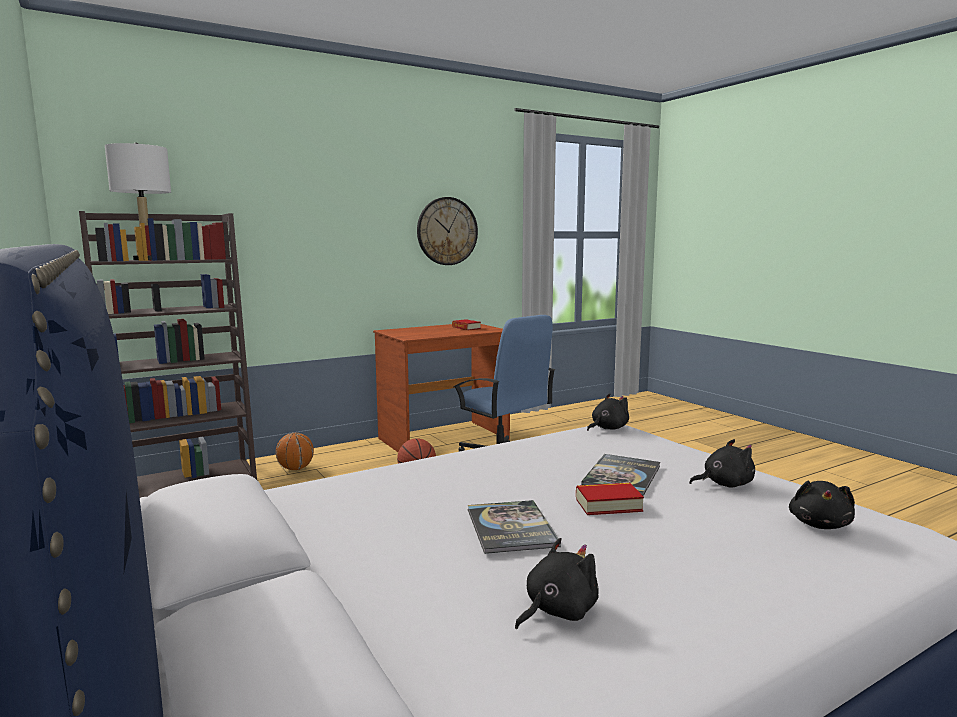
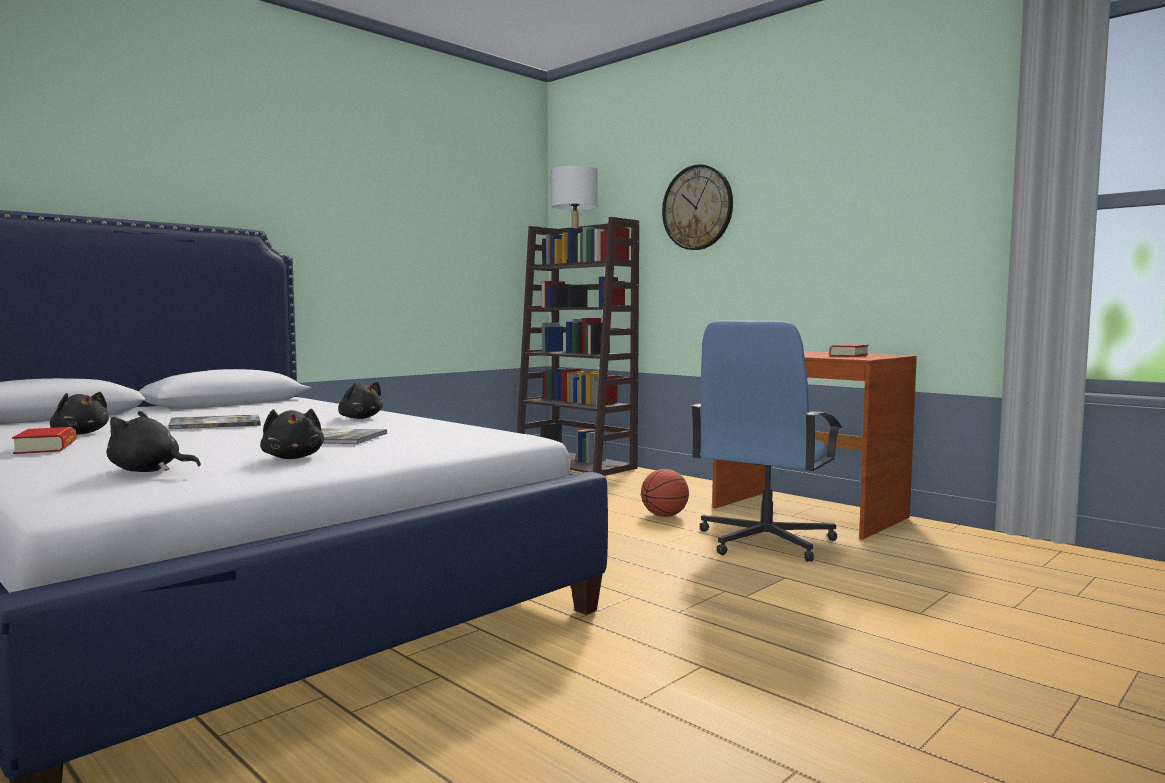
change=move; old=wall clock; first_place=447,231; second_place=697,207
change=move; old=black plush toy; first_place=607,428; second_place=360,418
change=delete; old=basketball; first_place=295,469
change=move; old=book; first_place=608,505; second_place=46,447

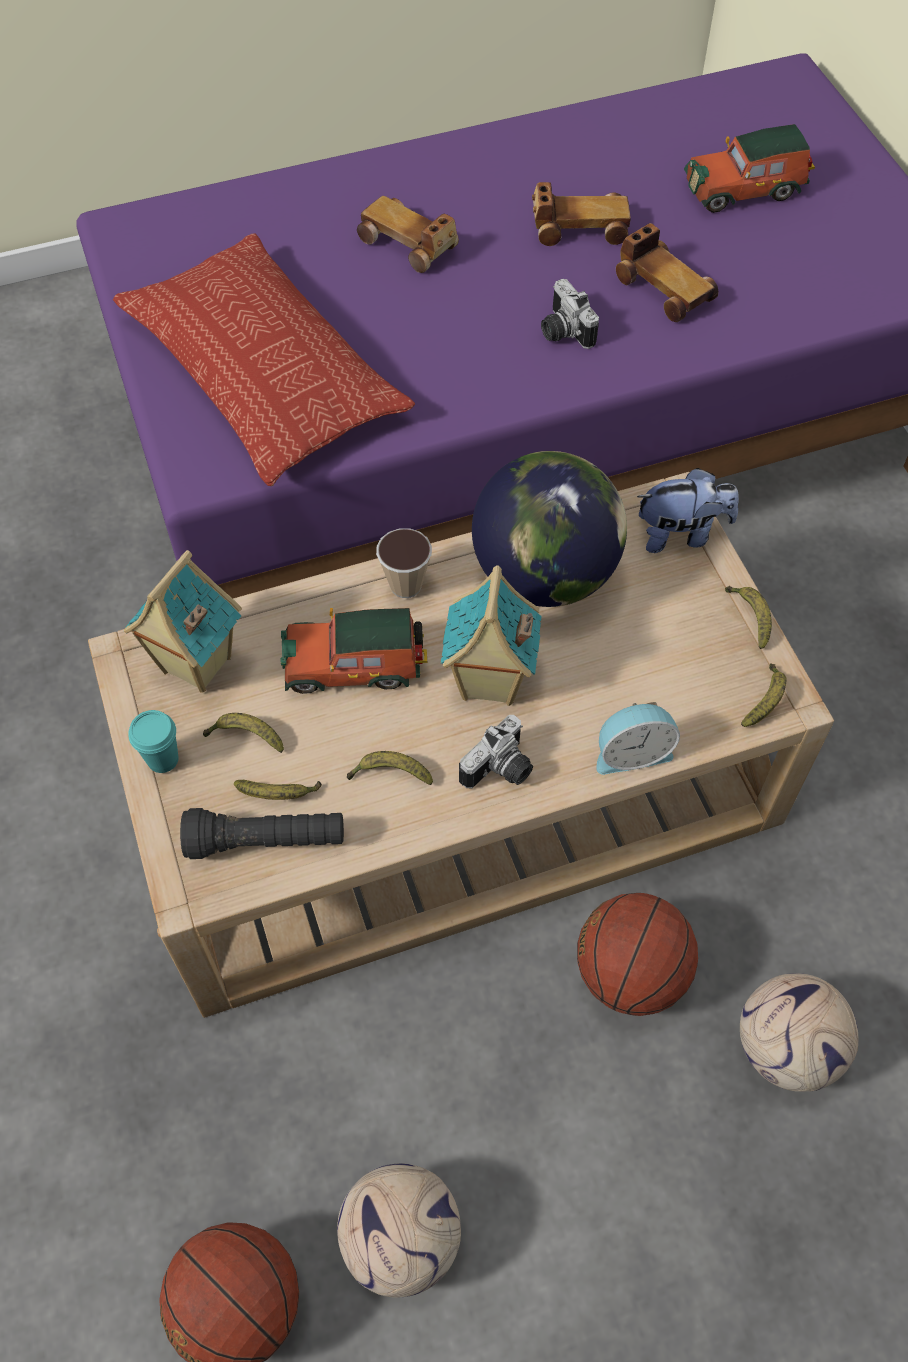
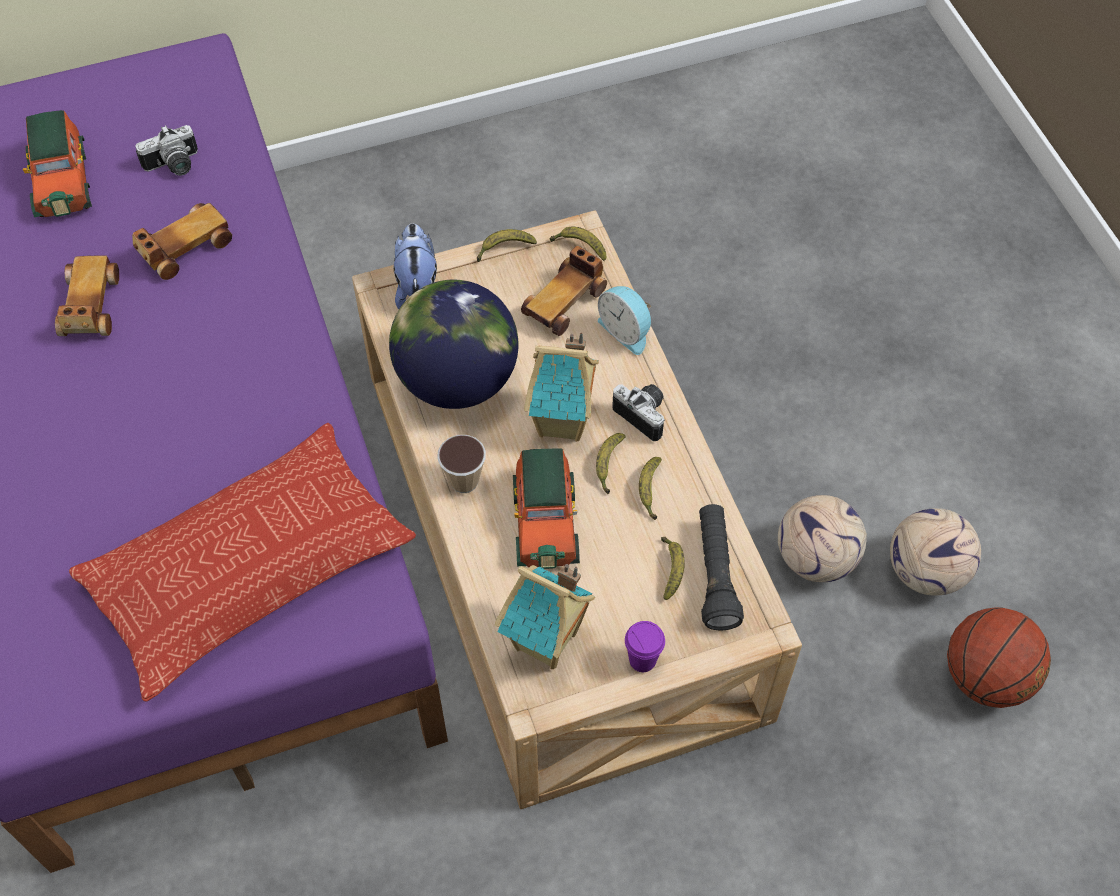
change=move; old=toy car; first_place=409,245; second_place=565,301
change=move; old=photo camera; first_place=562,331; second_place=174,166
change=rotate; old=alarm clock; first_place=631,752; second_place=626,330; degrees=150
change=recolor; old=turquoise cup; new=purple cup; first_place=162,759; second_place=642,660
change=move; old=banana; first_place=246,737; second_place=608,465
change=delete; old=basketball; first_place=630,973
change=move; old=football; first_place=788,1048; second_place=815,557

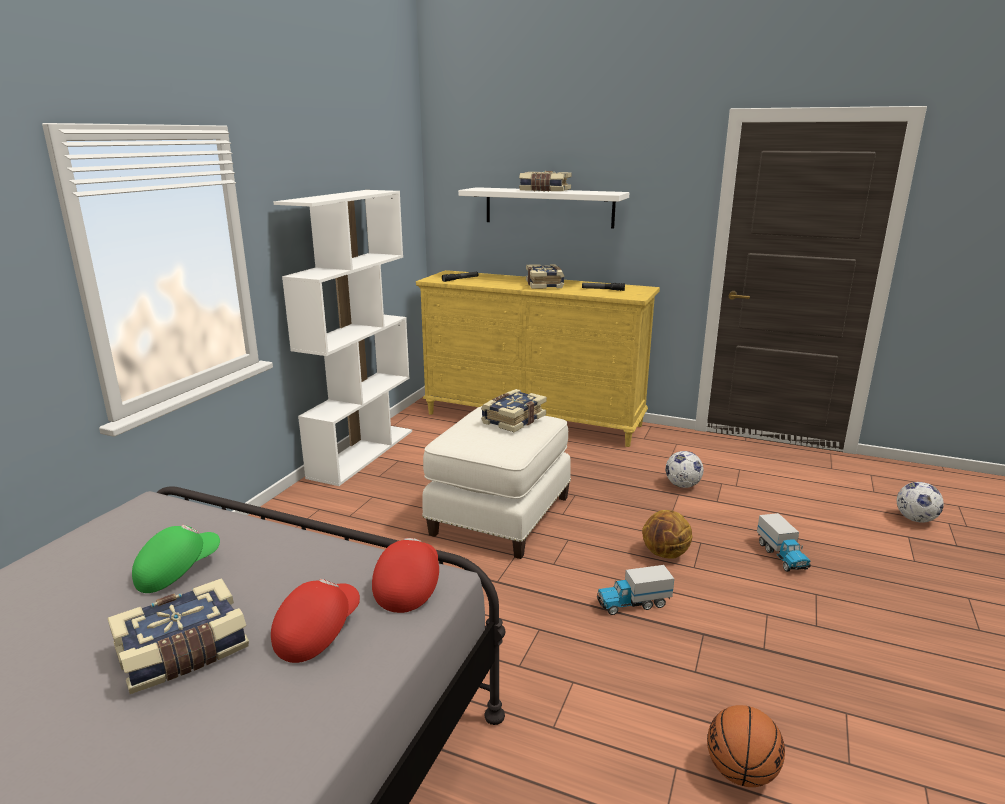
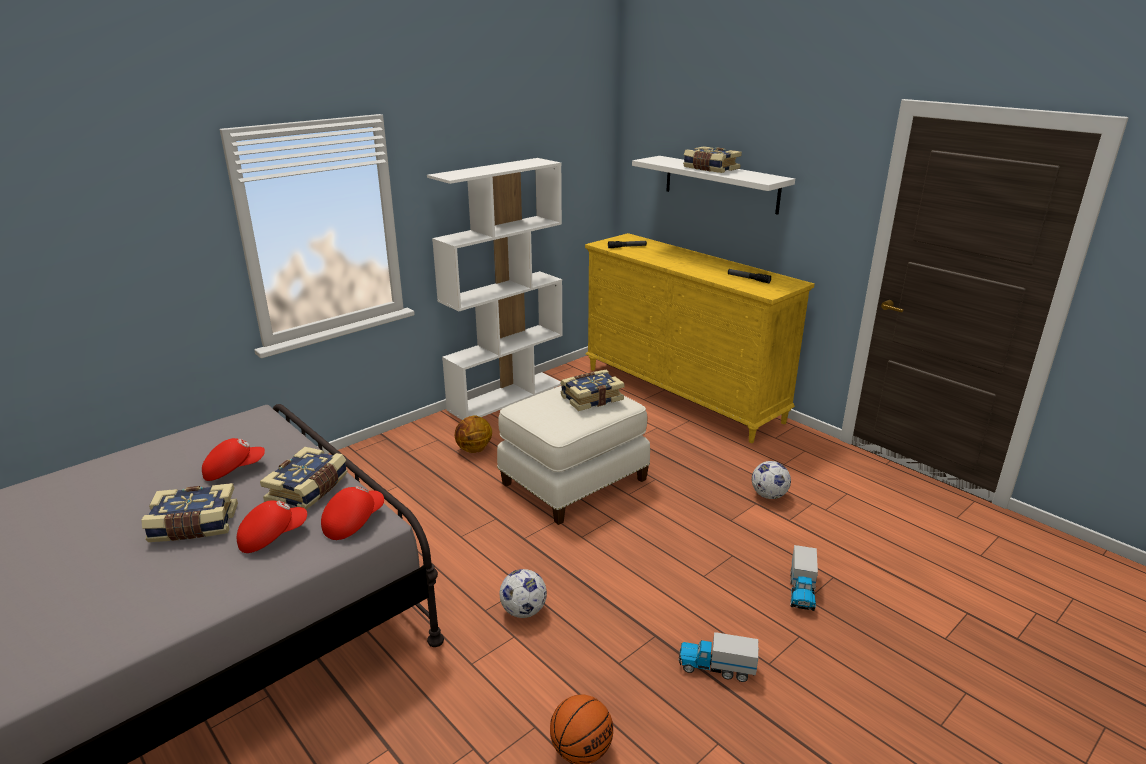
change=move; old=book; first_place=545,285; second_place=309,489
change=move; old=football; first_place=915,519; second_place=523,611
change=move; old=basketball; first_place=665,554; second_place=474,450
change=recolor; old=green cap; new=red cap; first_place=177,571; second_place=234,470
change=move; old=toy truck; first_place=633,603; second_place=716,667

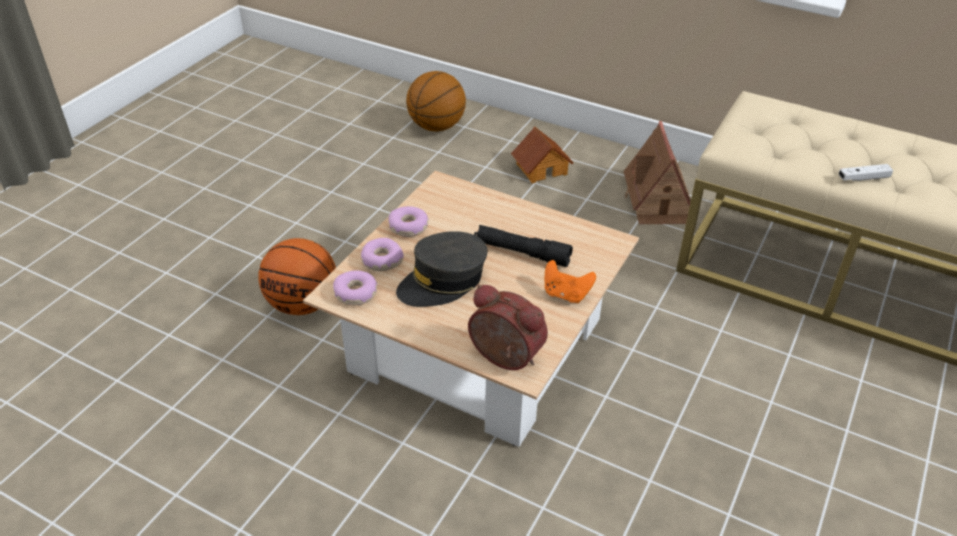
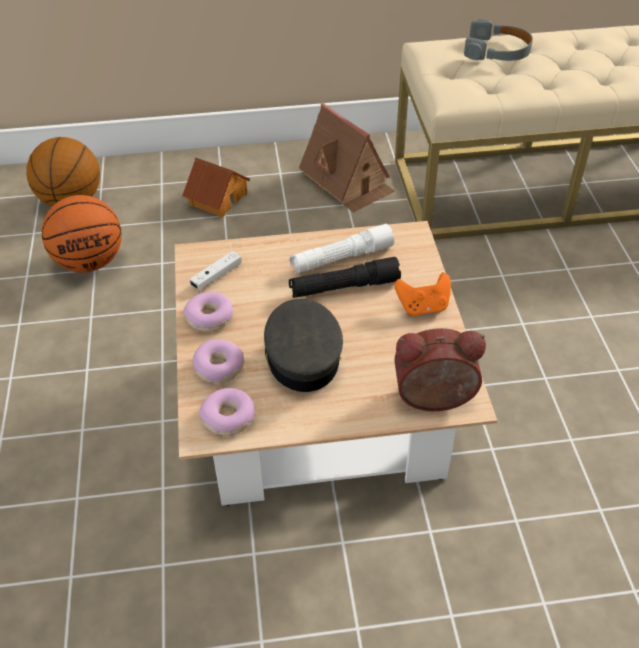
change=move; old=white game controller; first_place=863,178; second_place=216,276
change=rotate; old=grey cap; first_place=443,281; second_place=301,355; degrees=150
change=move; old=basketball; first_place=302,304; second_place=90,262
change=insert; new=grey headphones; second_place=497,51
change=insert; new=white flashlight; second_place=341,258

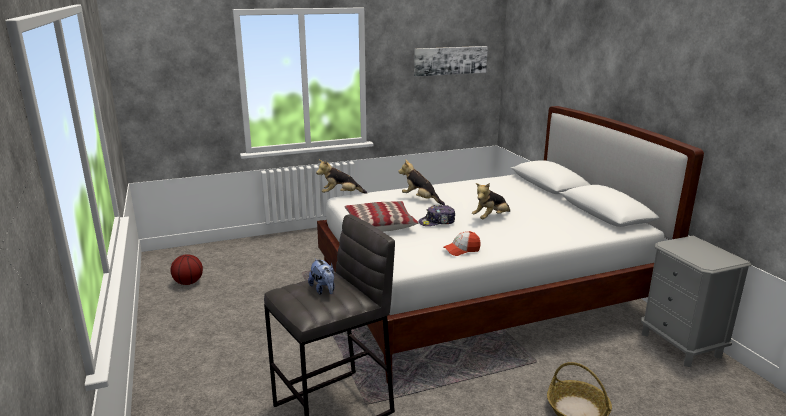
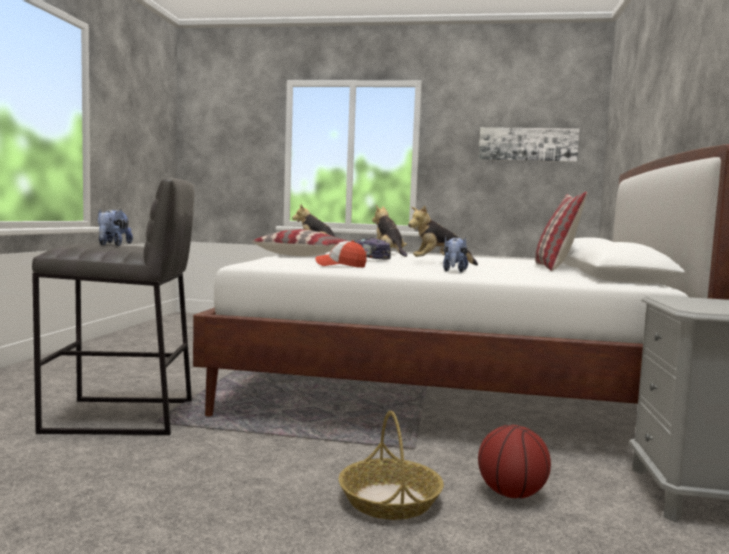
change=move; old=basketball; first_place=188,282; second_place=511,493
change=insert; new=pillow; second_place=554,268
change=insert; new=plush toy; second_place=454,271

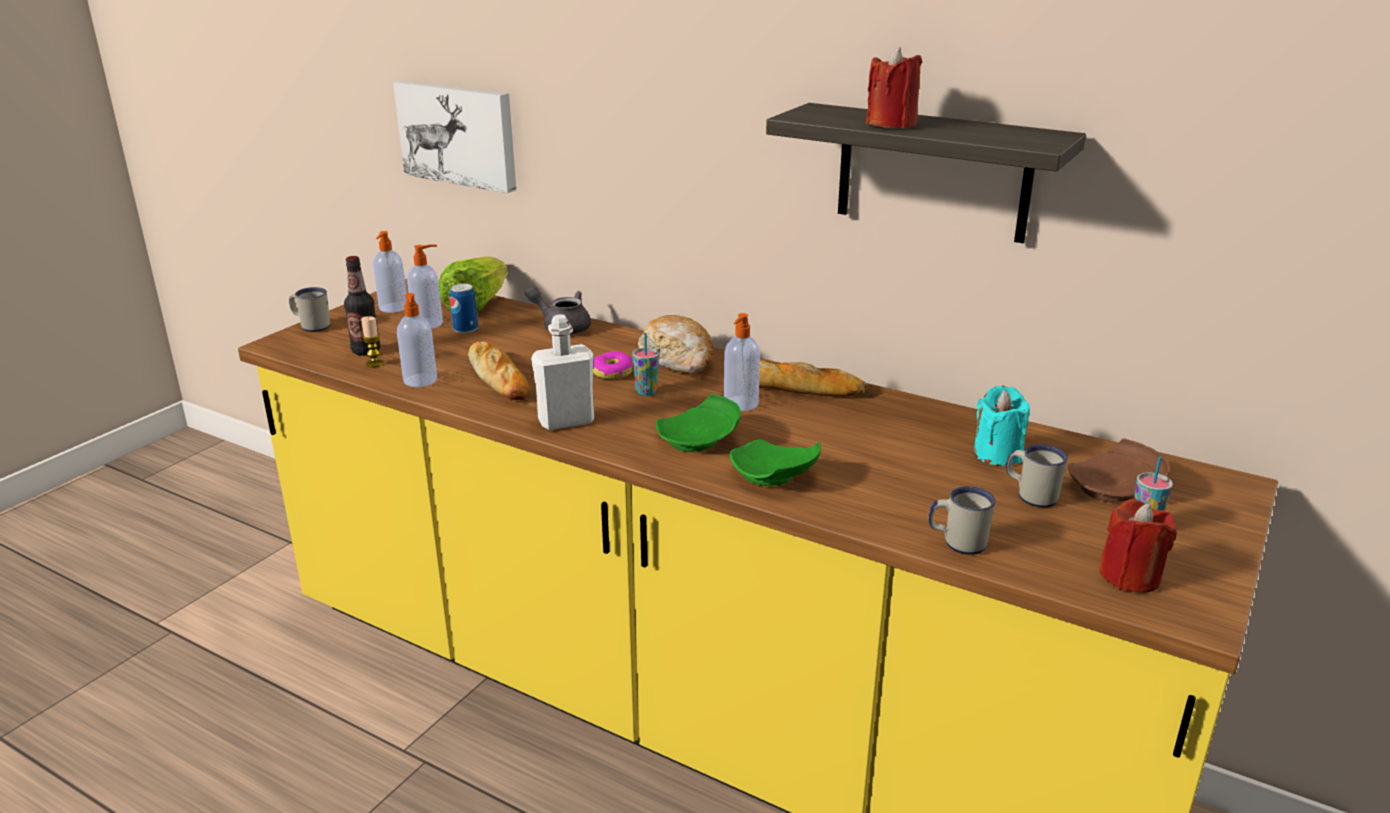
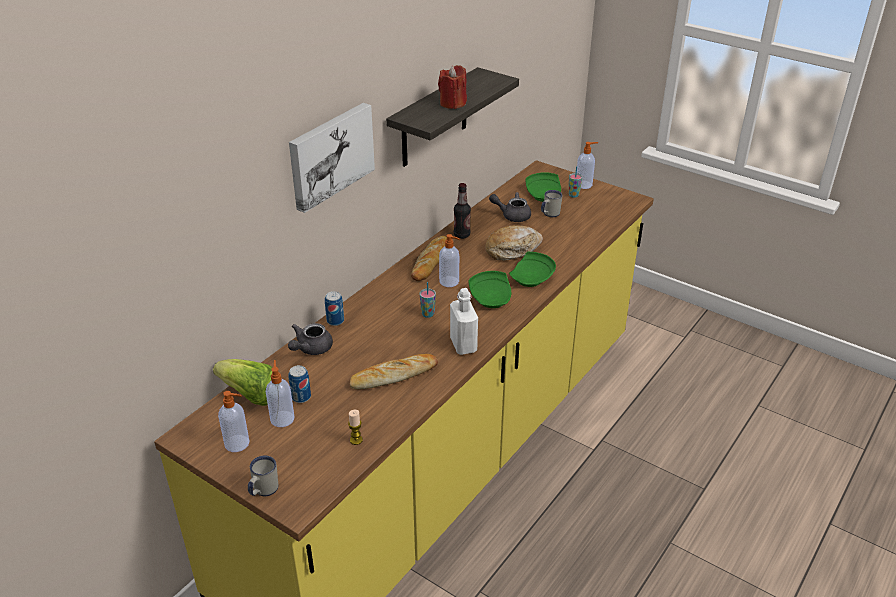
change=move; old=picture; first_place=459,134; second_place=330,155
change=move; old=bottle; first_place=366,351; second_place=461,235
change=move; old=soap dispenser; first_place=420,381; second_place=584,185
change=move; old=bread; first_place=678,359; second_place=513,249
change=delete; old=donut; first_place=612,372
change=replace; old=turquoise candle; new=grey teapot; first_place=997,454; second_place=512,215
change=recolor; old=brown plate; new=green plate; first_place=1115,489; second_place=544,195
change=delete; old=white mug; first_place=957,542
change=delete; old=red candle; first_place=1129,576
change=insert; new=can; second_place=335,321

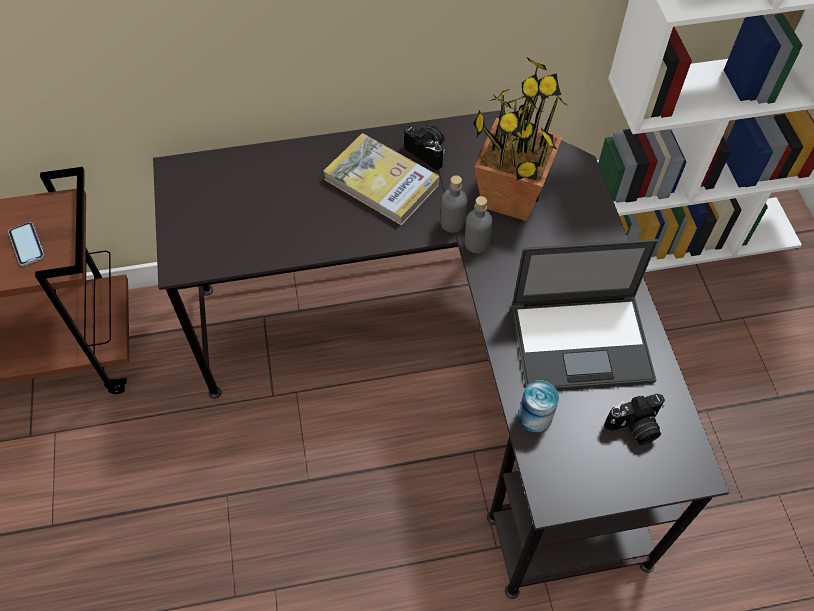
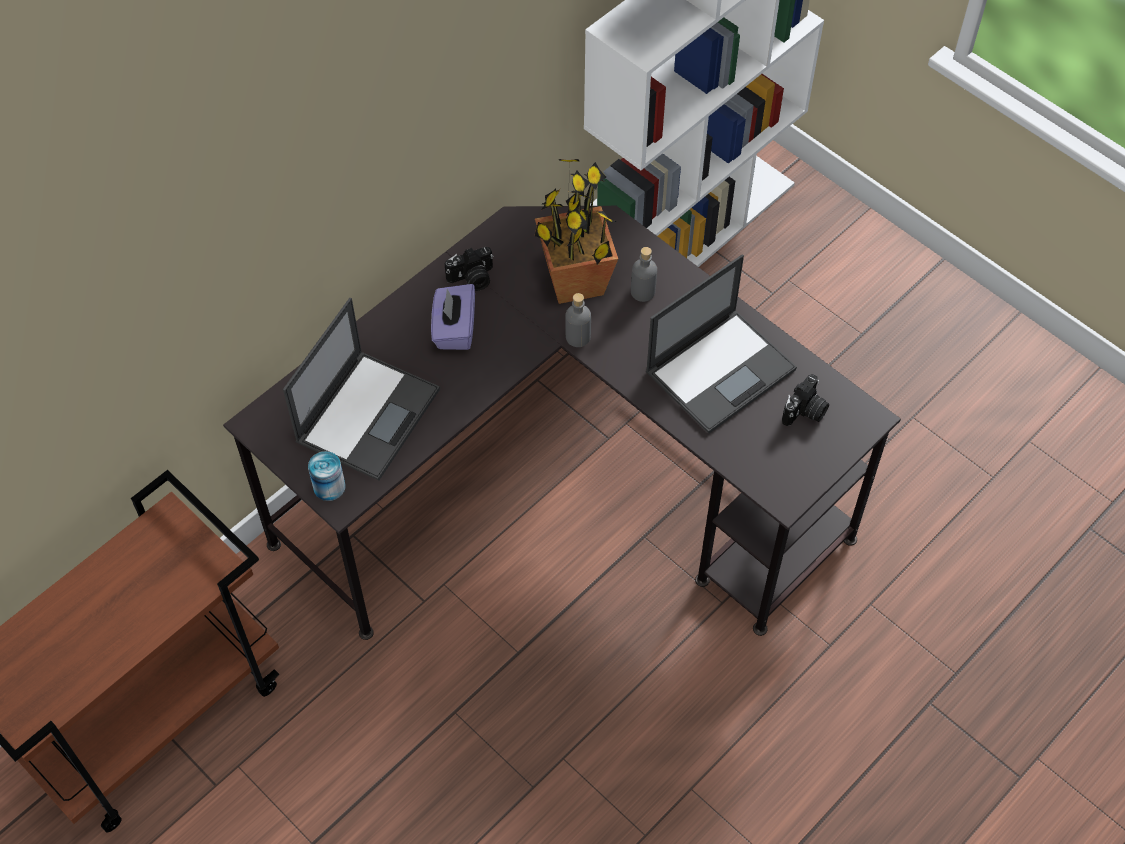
change=rotate; old=photo camera; first_place=428,151; second_place=472,279; degrees=150
change=replace; old=book; new=purple tissue box; first_place=381,182; second_place=454,329
change=move; old=grey bottle; first_place=452,223; second_place=643,292
change=delete; old=phone; first_place=27,245
change=move; old=can; first_place=535,416; second_place=329,487
change=insert; new=laptop; second_place=368,414

